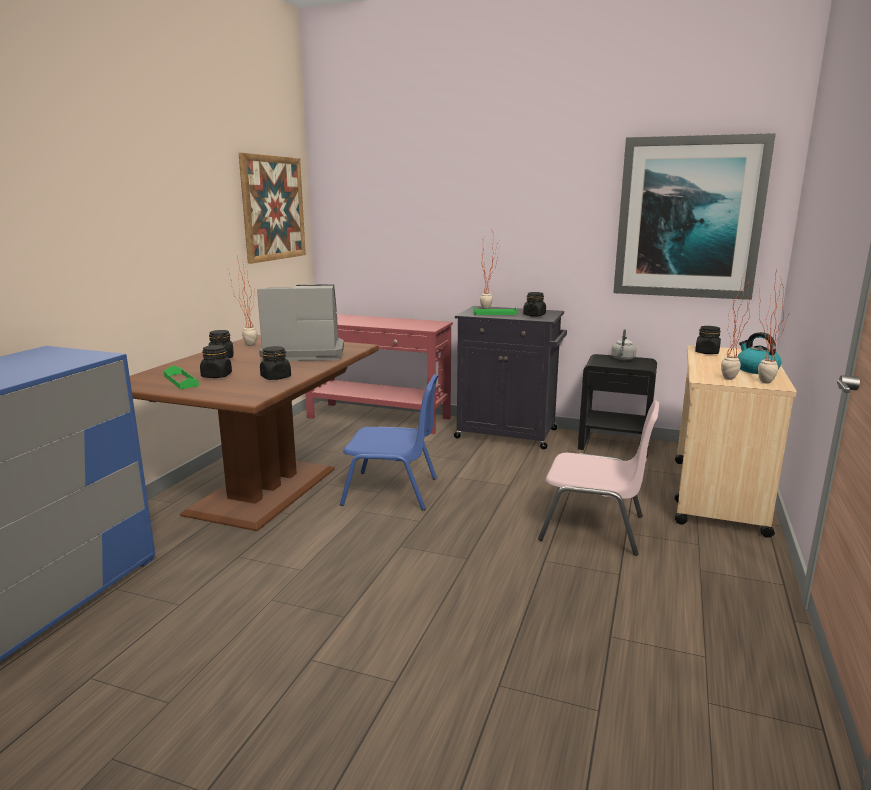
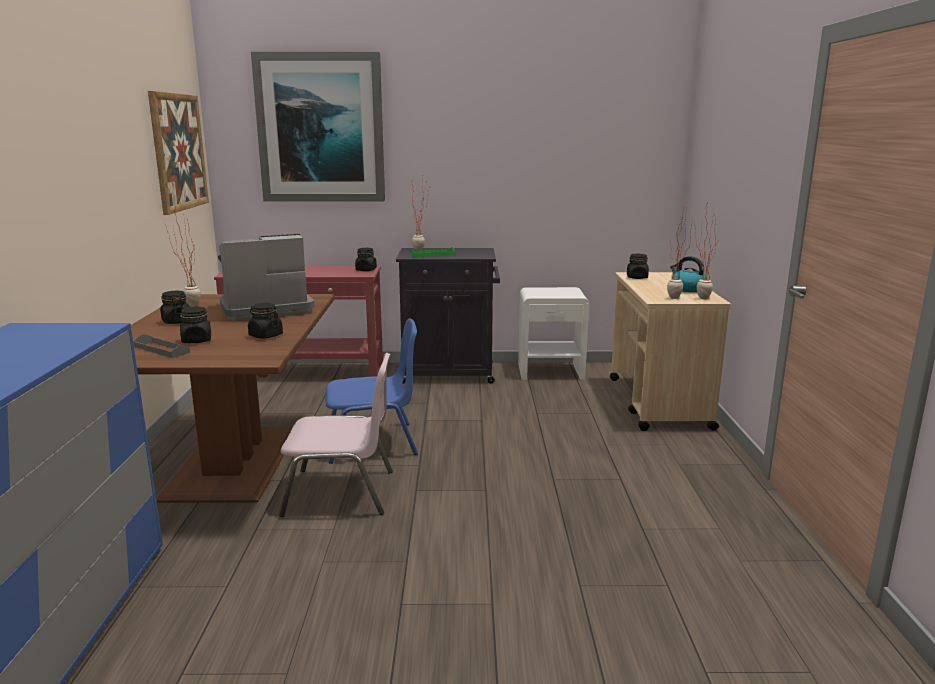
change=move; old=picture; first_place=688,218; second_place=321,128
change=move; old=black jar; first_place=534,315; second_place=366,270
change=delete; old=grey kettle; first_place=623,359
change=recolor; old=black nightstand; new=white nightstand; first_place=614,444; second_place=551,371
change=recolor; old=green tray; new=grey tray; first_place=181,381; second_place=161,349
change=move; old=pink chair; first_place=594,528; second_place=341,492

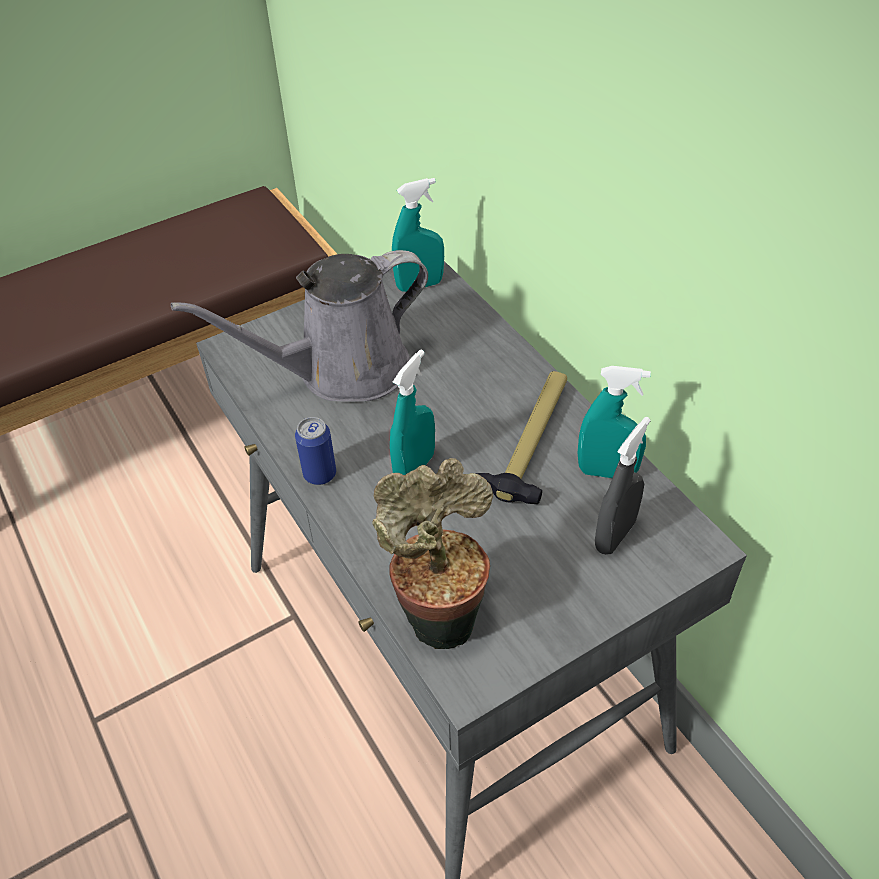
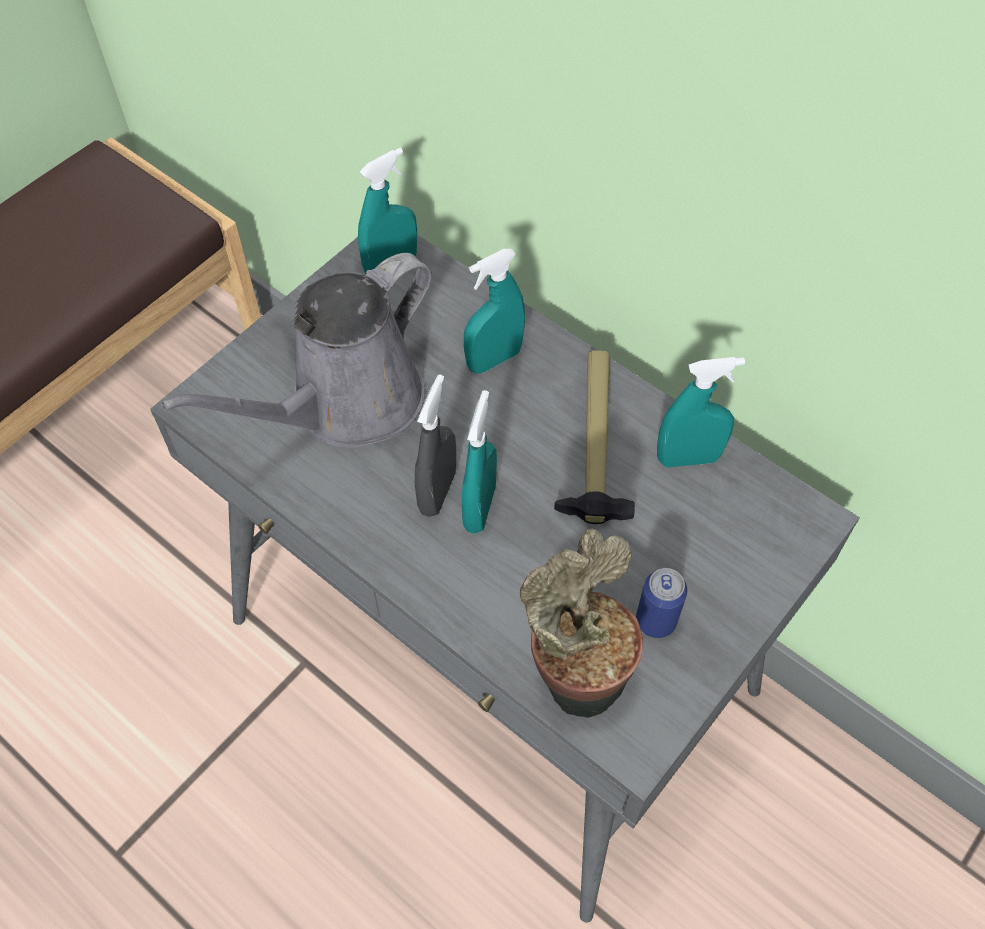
change=move; old=can; first_place=320,474; second_place=655,621
change=move; old=grey spray bottle; first_place=615,535; second_place=437,492
change=insert; new=turquoise spray bottle; second_place=494,359

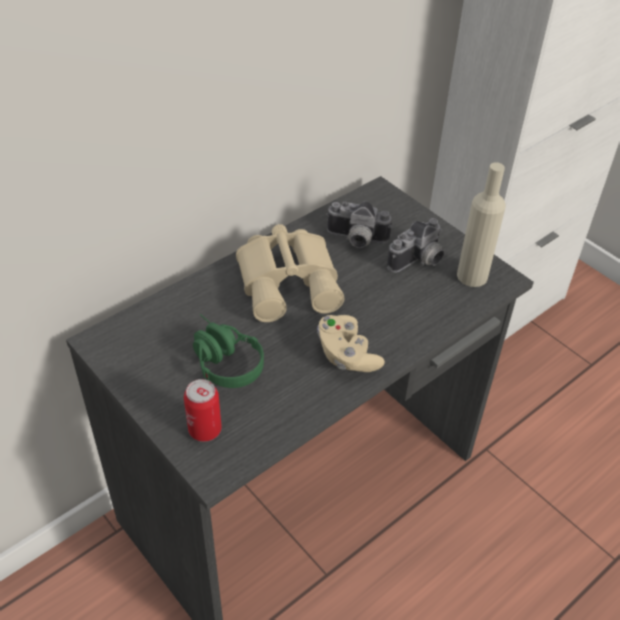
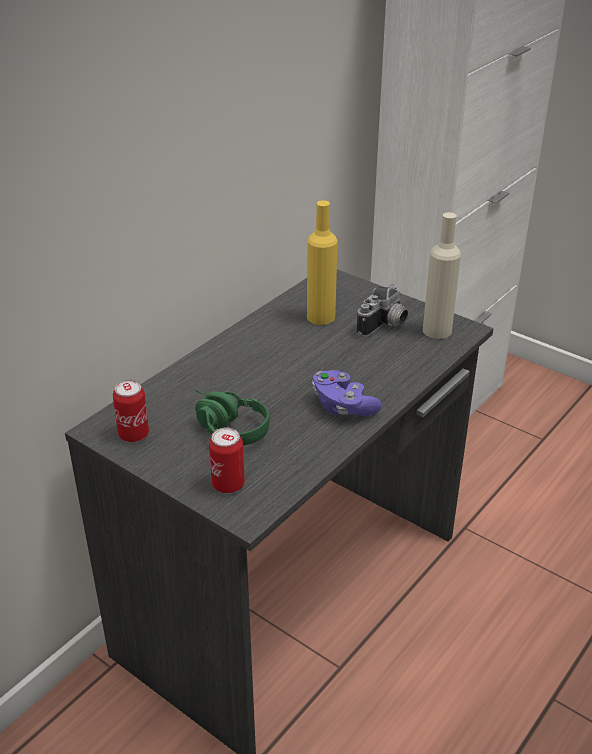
change=replace; old=photo camera; new=yellow bottle; first_place=356,240; second_place=321,317
change=delete; old=beige binoculars; first_place=290,281
change=recolor; old=beige game controller; new=purple game controller; first_place=346,355; second_place=343,406
change=insert; new=can; second_place=134,435

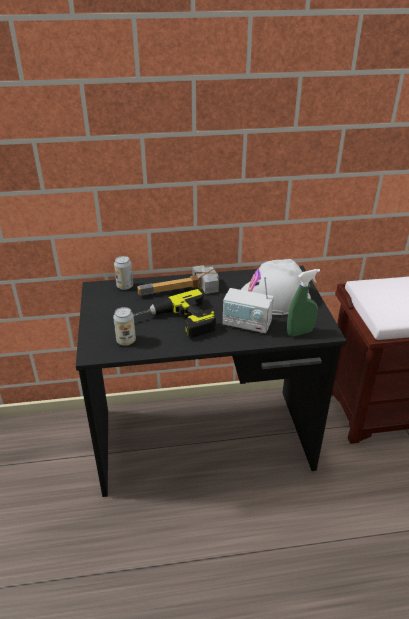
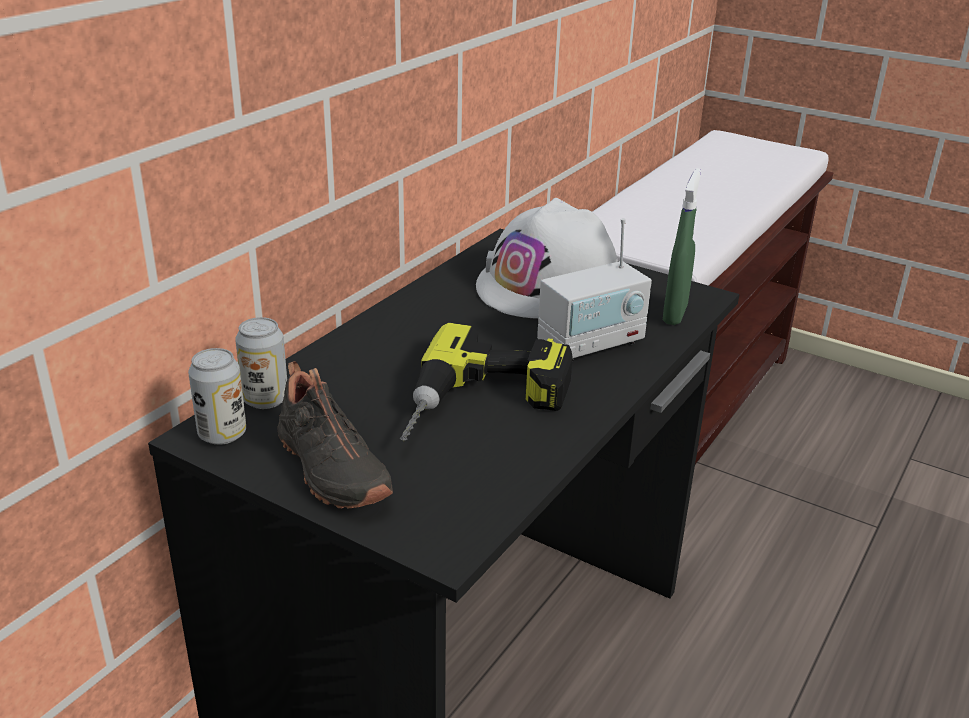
change=delete; old=hammer; first_place=182,291
change=move; old=can; first_place=126,341; second_place=222,434
change=insert; new=black shoe; second_place=328,469

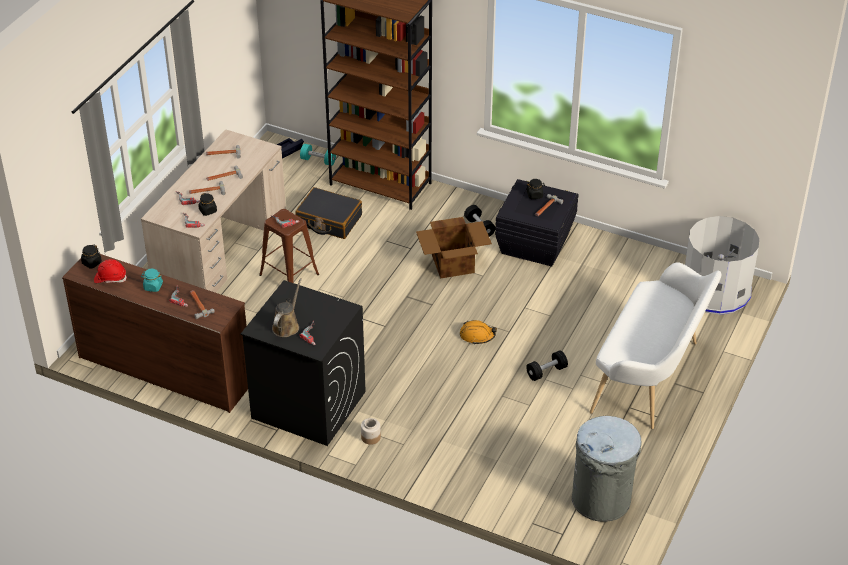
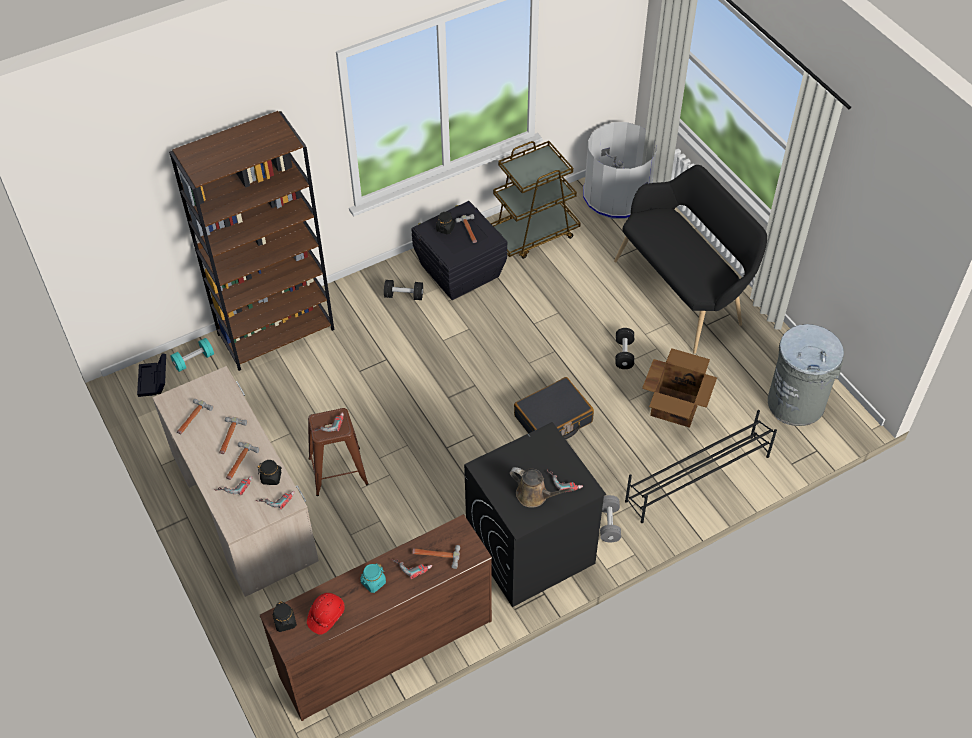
change=move; old=black suitcase; first_place=329,220; second_place=553,419
change=move; old=cardboard box; first_place=453,264; second_place=675,406
change=recolor; old=white bench; new=black bench; first_place=651,378; second_place=683,292
change=rotate; old=brown watering can; first_place=287,326; second_place=535,495; degrees=150
change=delete; old=orange hard hat; first_place=477,336
change=replace; old=jar; new=grey dumbbell; first_place=370,437; second_place=609,524
change=insert; new=brown cart; second_place=533,234
change=insert; new=black shoe rack; second_place=697,478

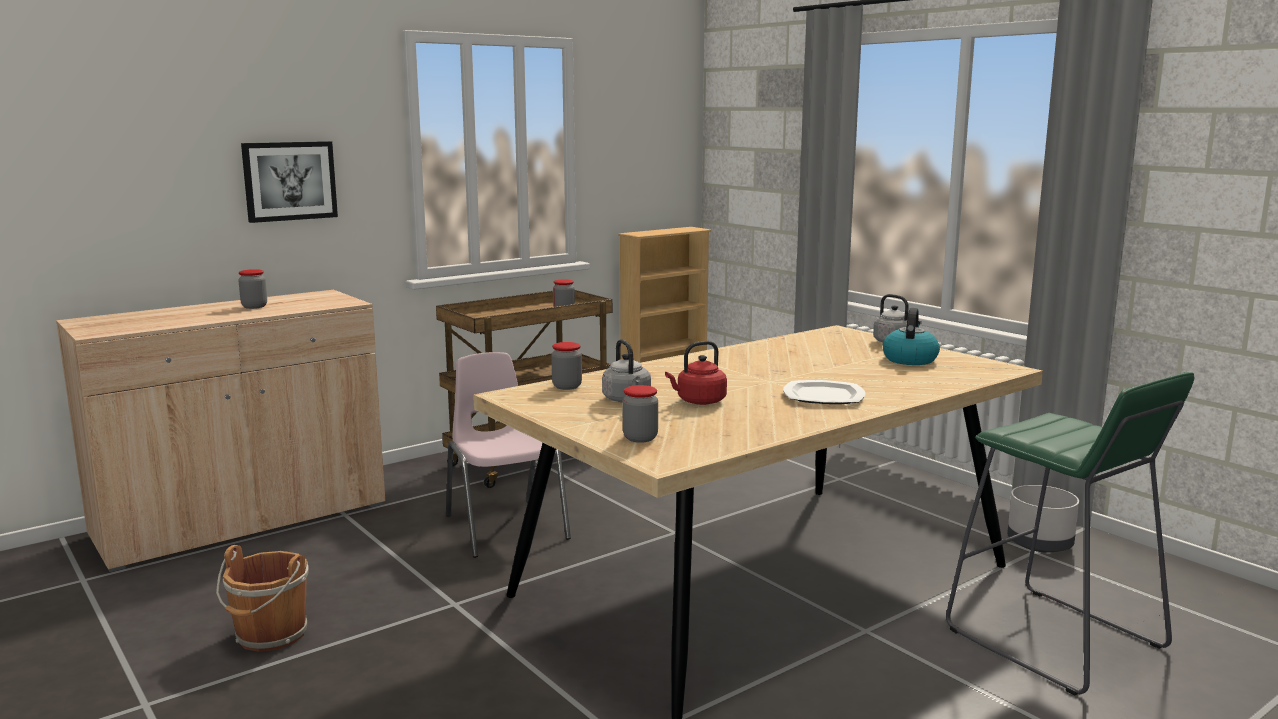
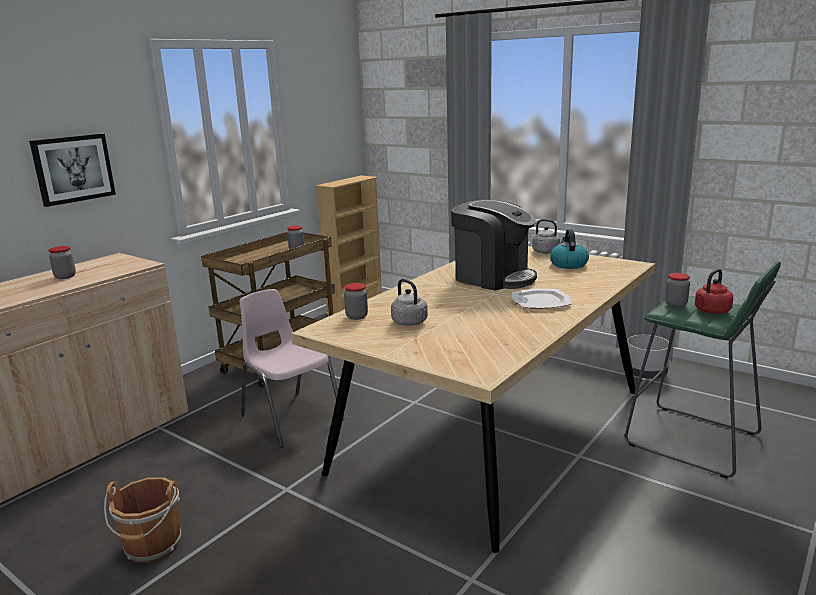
change=move; old=red kettle; first_place=698,401; second_place=711,311
change=move; old=jar; first_place=640,438; second_place=676,304
change=insert; new=coffee machine; second_place=493,277

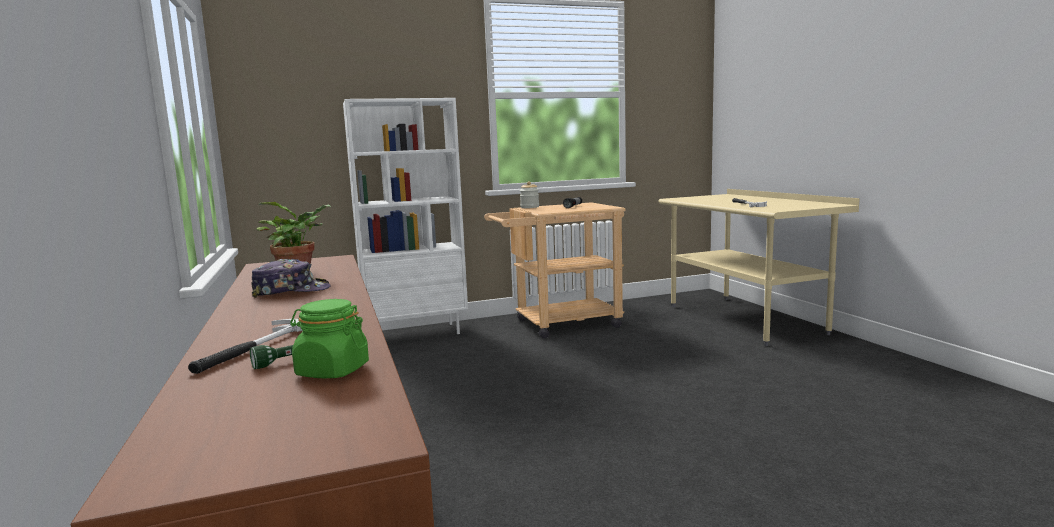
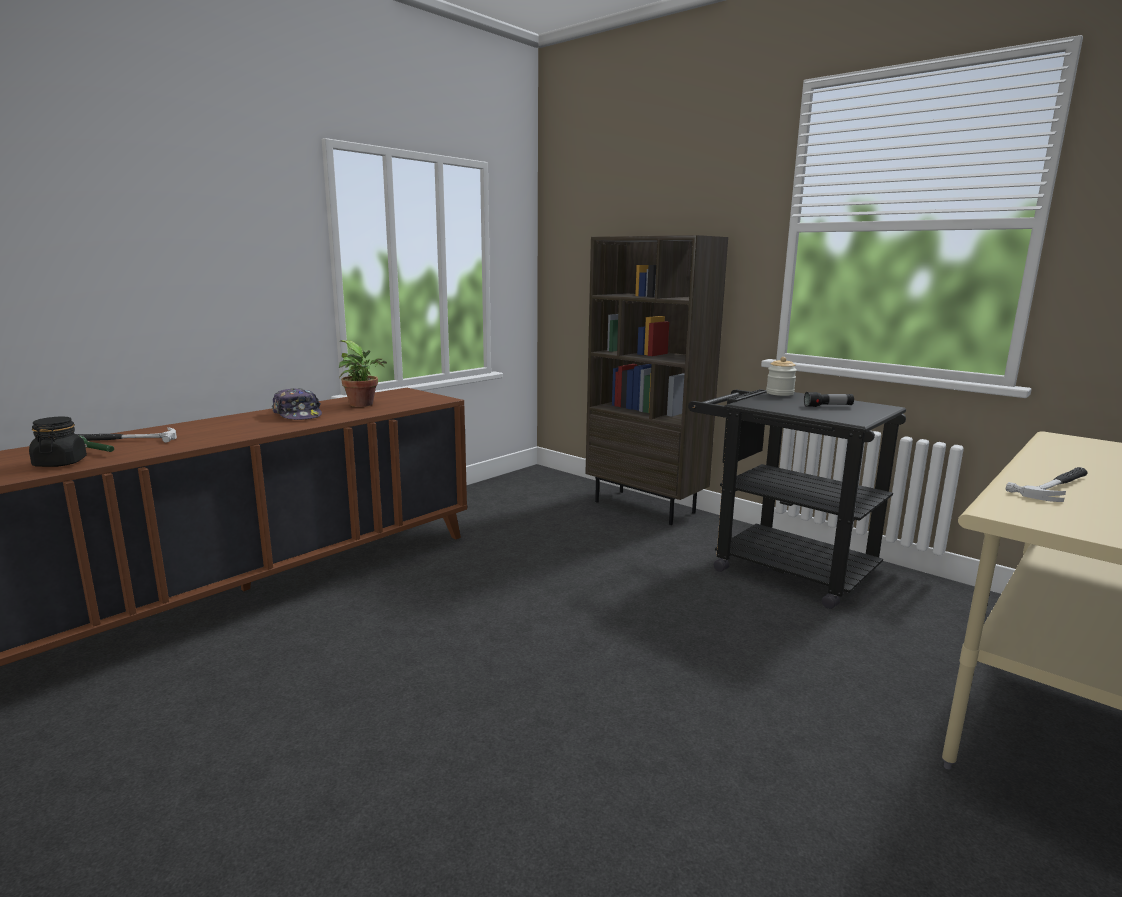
change=recolor; old=white bookcase; new=brown bookcase; first_place=417,333; second_place=646,507
change=recolor; old=beige cart; new=black cart; first_place=558,324; second_place=779,567
change=recolor; old=green jar; new=black jar; first_place=332,371; second_place=60,463

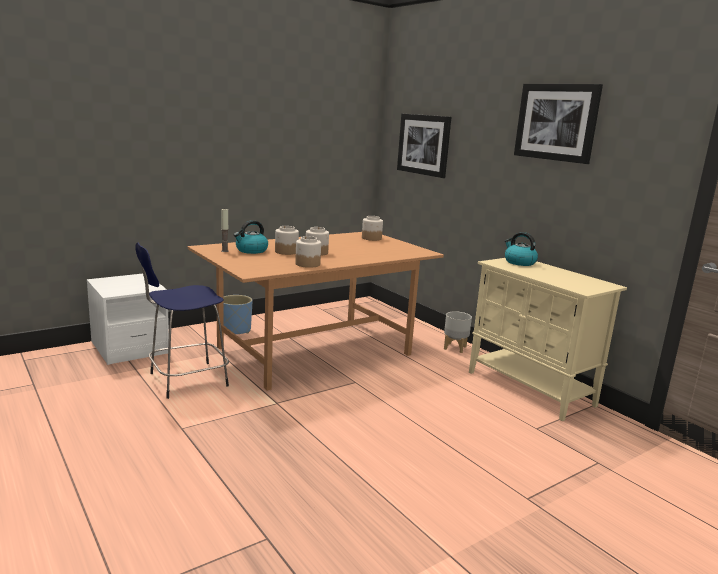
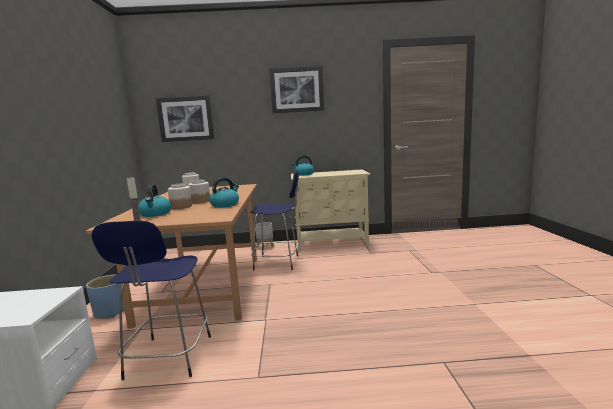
change=replace; old=jar; new=kettle; first_place=307,264; second_place=225,205
change=insert; new=blue stool; second_place=278,262

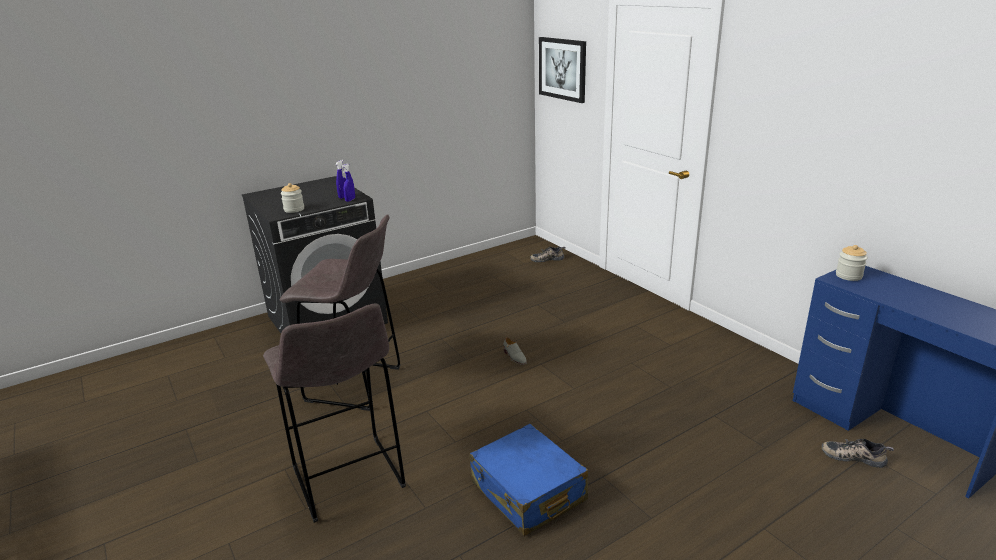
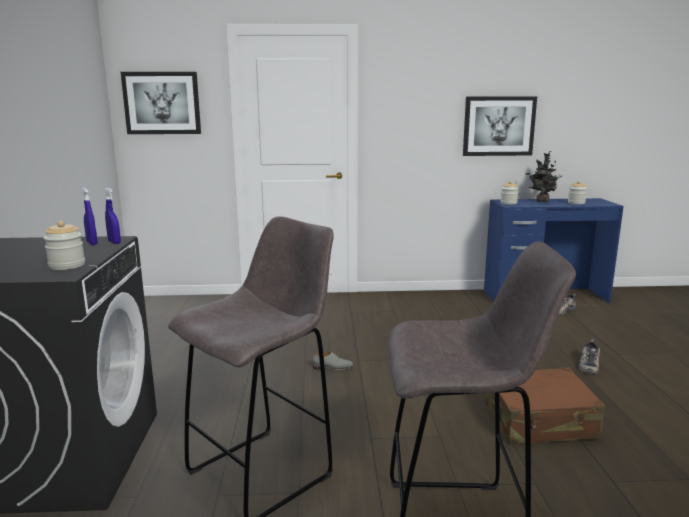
change=move; old=shoe; first_place=547,259; second_place=588,364
change=recolor; old=blue suitcase; new=brown suitcase; first_place=528,492; second_place=539,421
change=insert; new=picture; second_place=498,126
change=insert; new=potted plant; second_place=541,201
change=insert; new=jar; second_place=576,203

